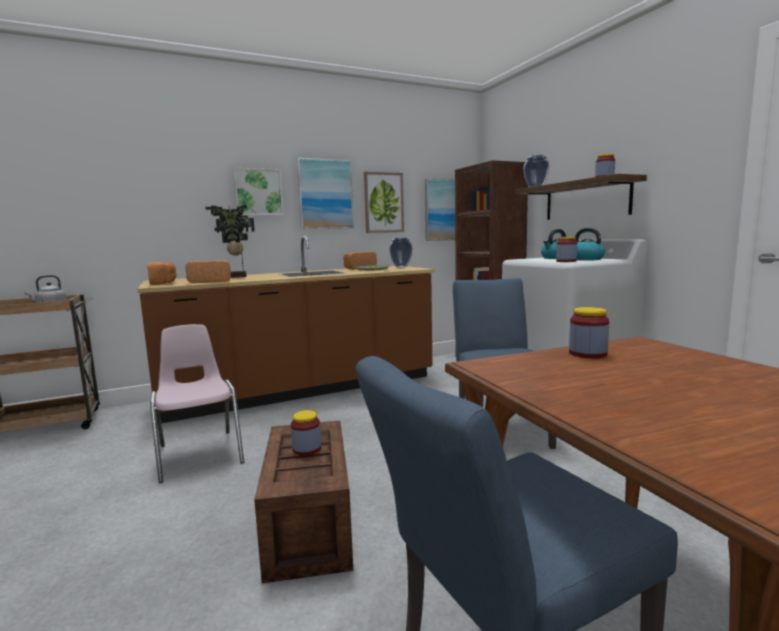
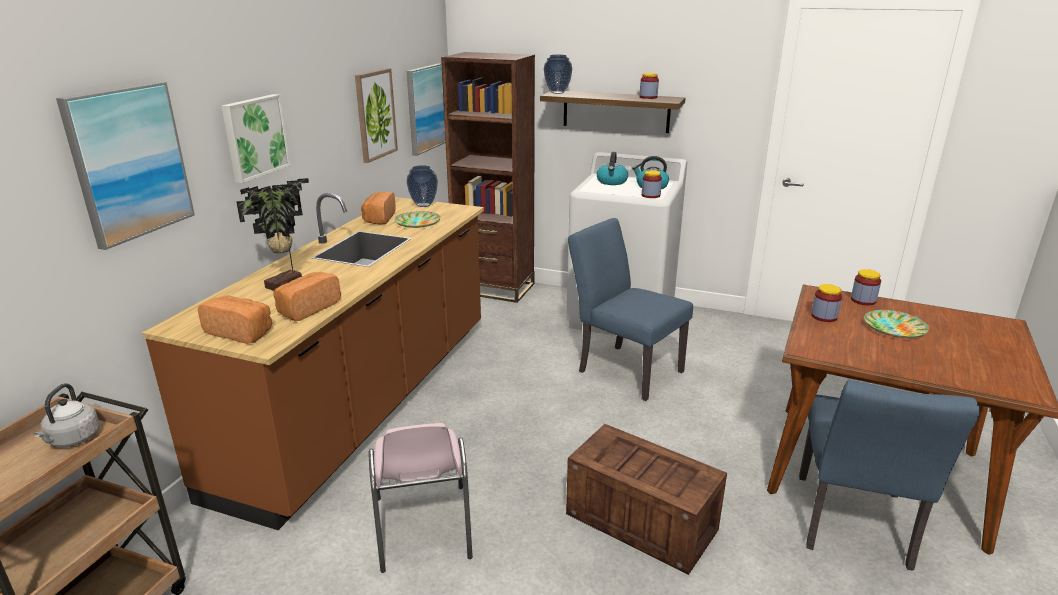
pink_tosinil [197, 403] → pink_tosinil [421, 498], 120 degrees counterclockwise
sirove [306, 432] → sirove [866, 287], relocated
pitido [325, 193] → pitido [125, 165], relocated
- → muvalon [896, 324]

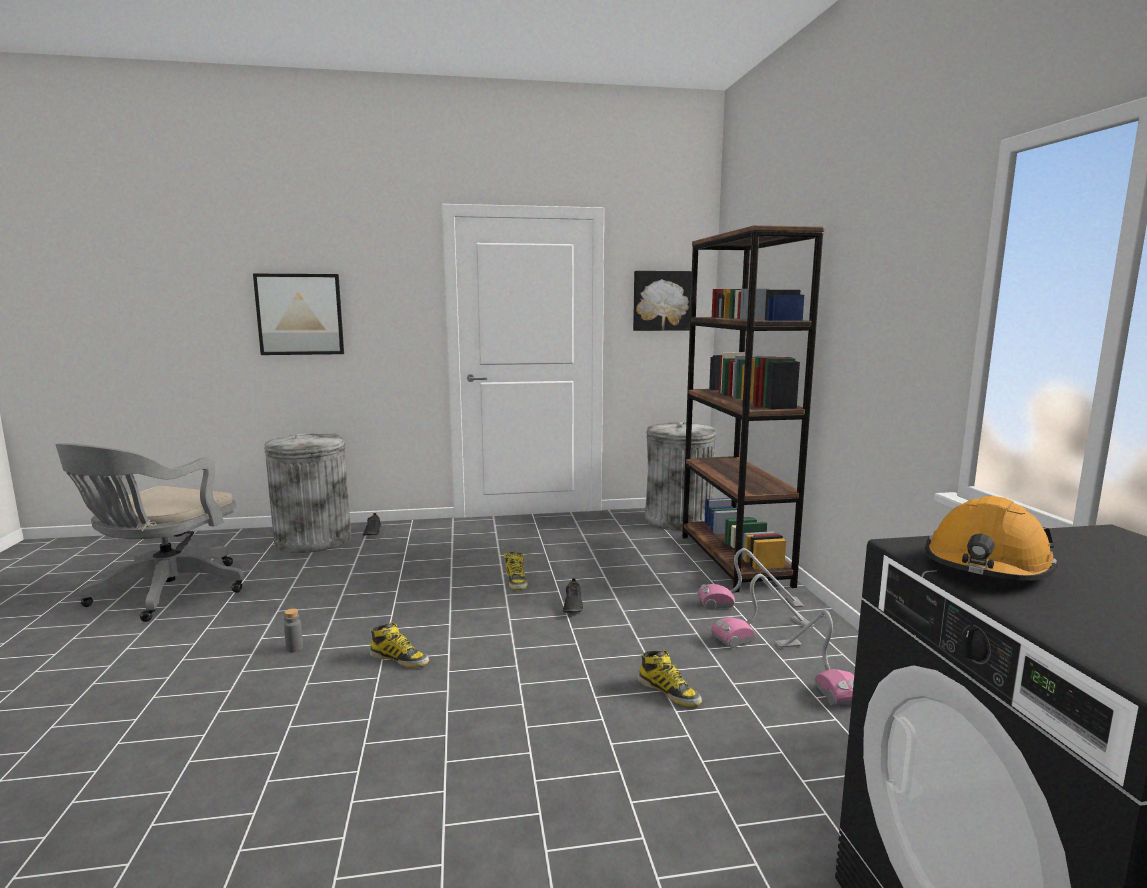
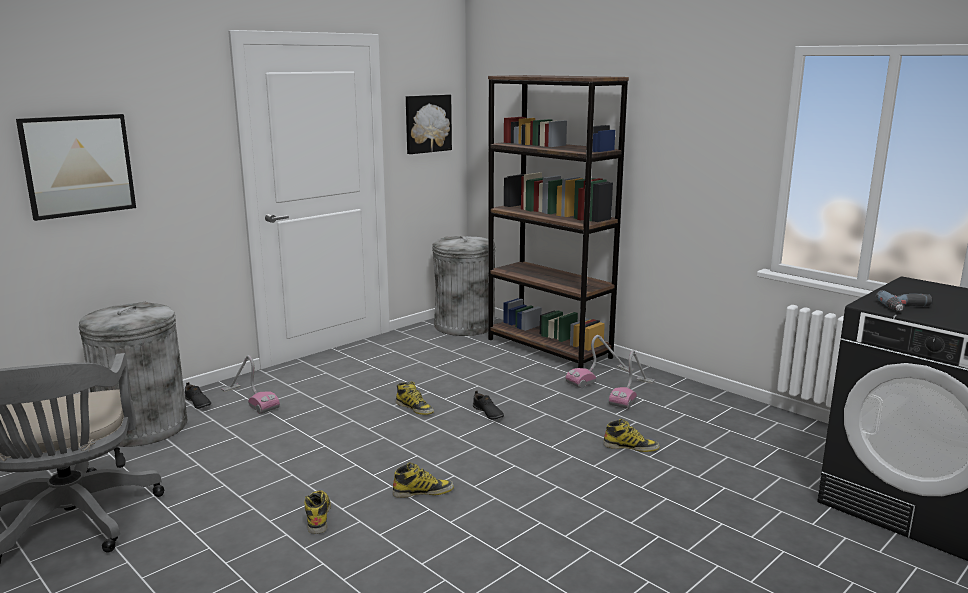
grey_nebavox [293, 630] → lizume [317, 512]
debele [814, 658] → debele [250, 384], relocated
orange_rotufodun [991, 538] → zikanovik [904, 301]

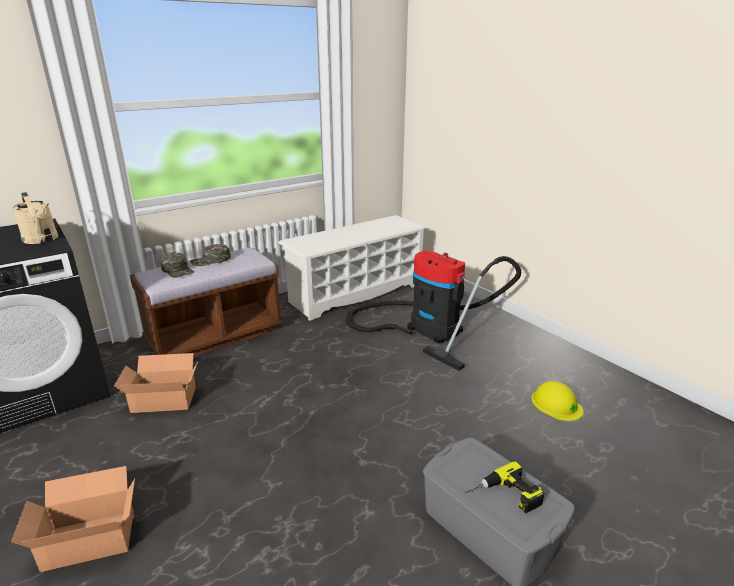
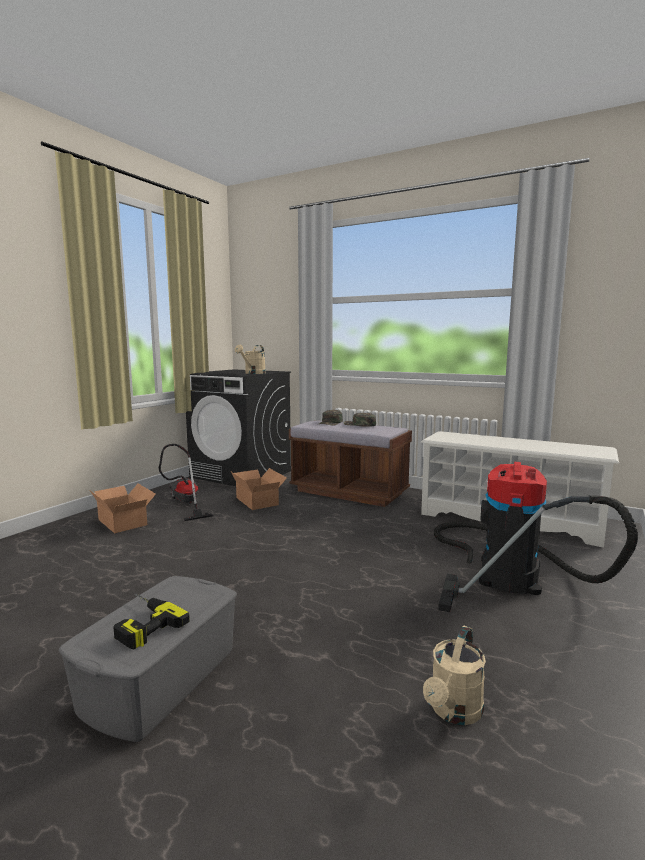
yellow_rotufodun [557, 401] → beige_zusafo [454, 675]
- → debele [186, 482]

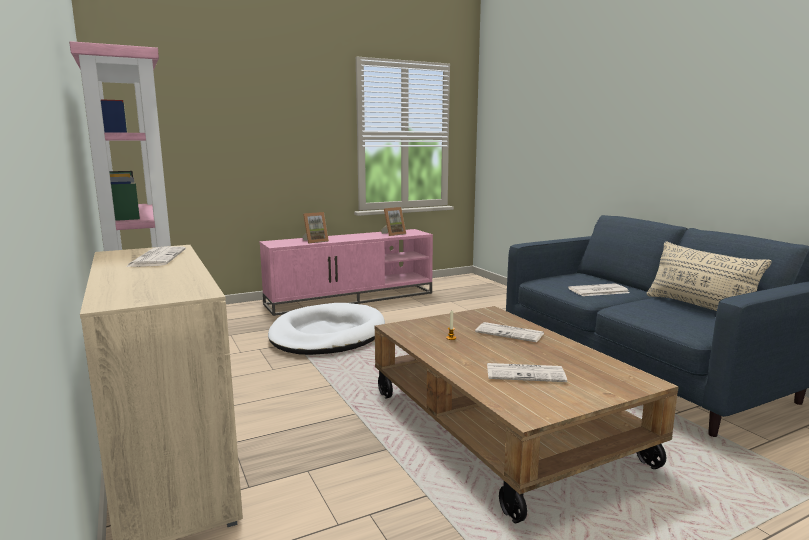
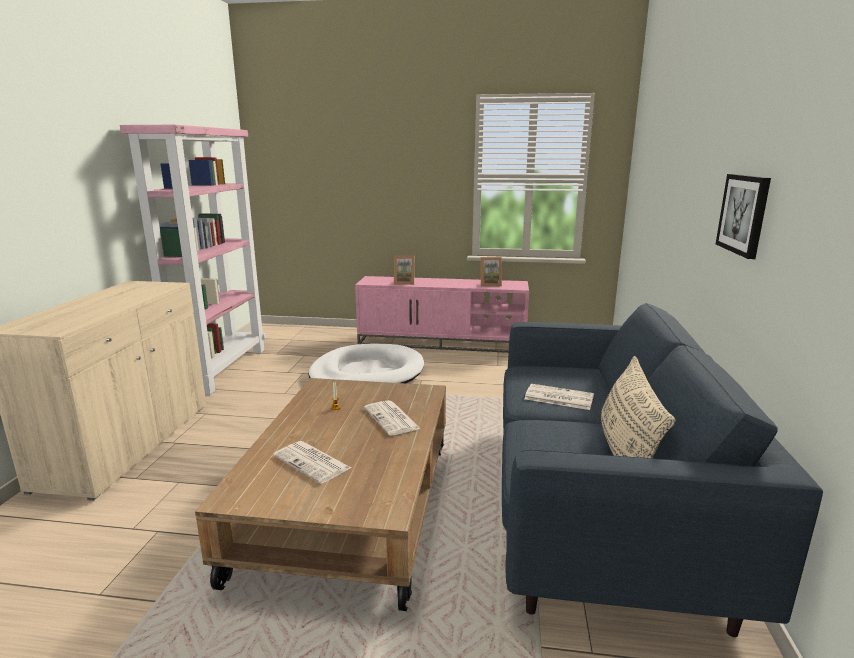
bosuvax [156, 256] → -
- → pitido [743, 216]

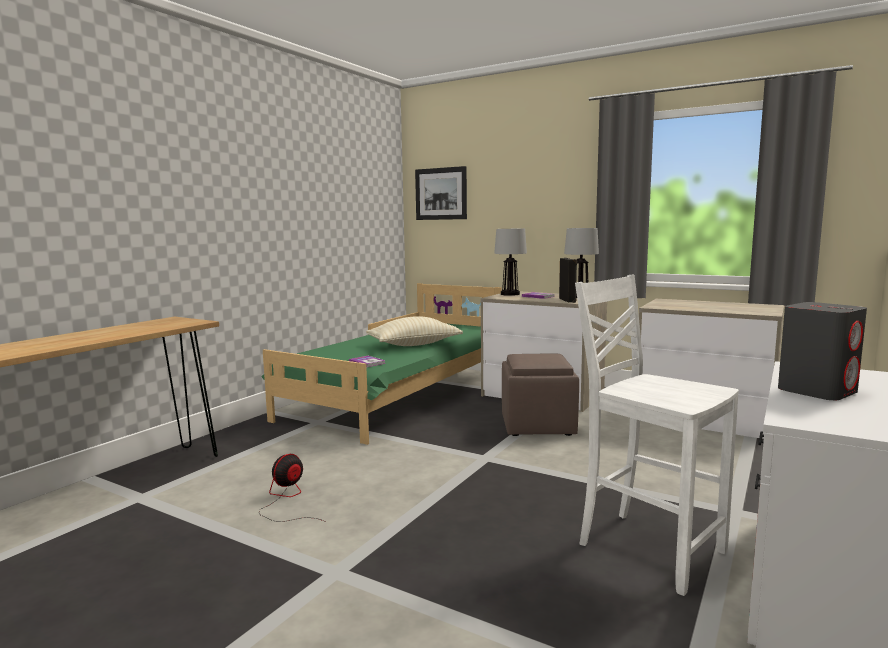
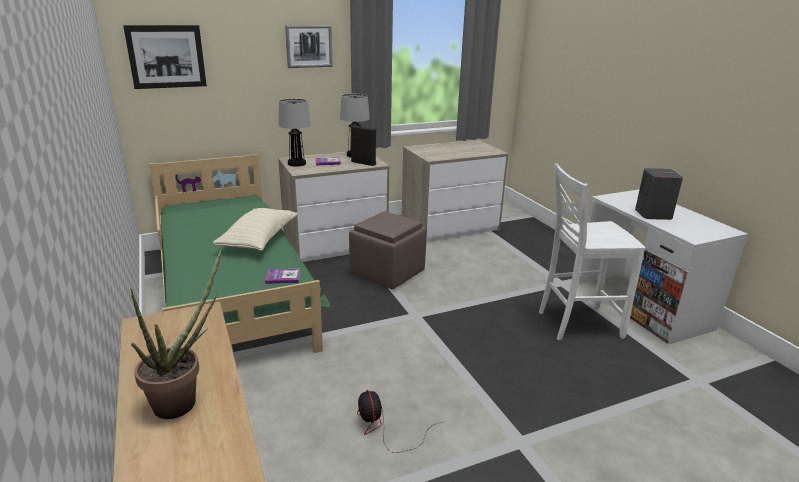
- → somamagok [176, 334]
- → pitido [309, 46]

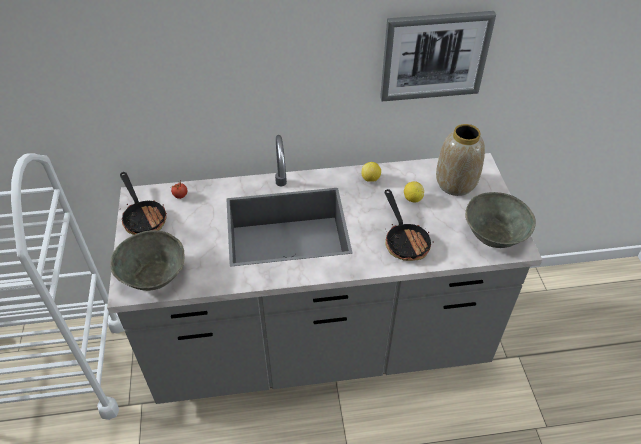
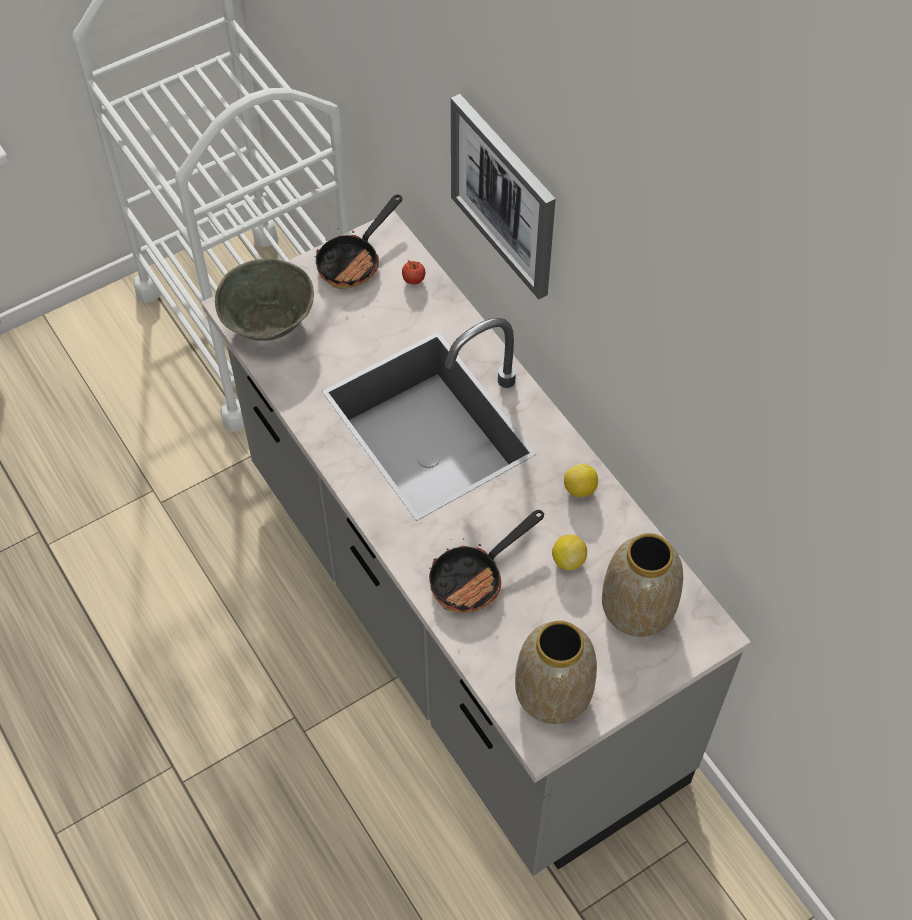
pitido [438, 56] → pitido [503, 196], relocated
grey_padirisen [500, 220] → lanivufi [556, 672]

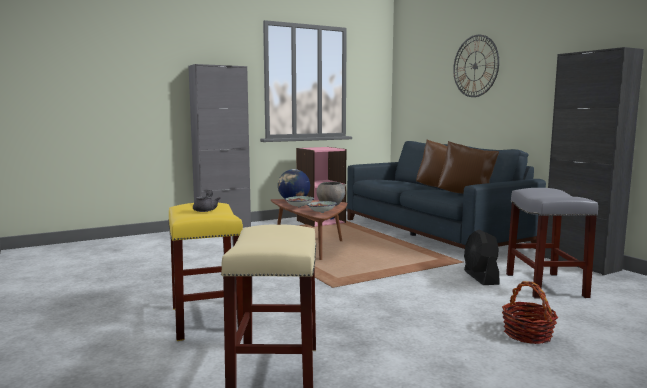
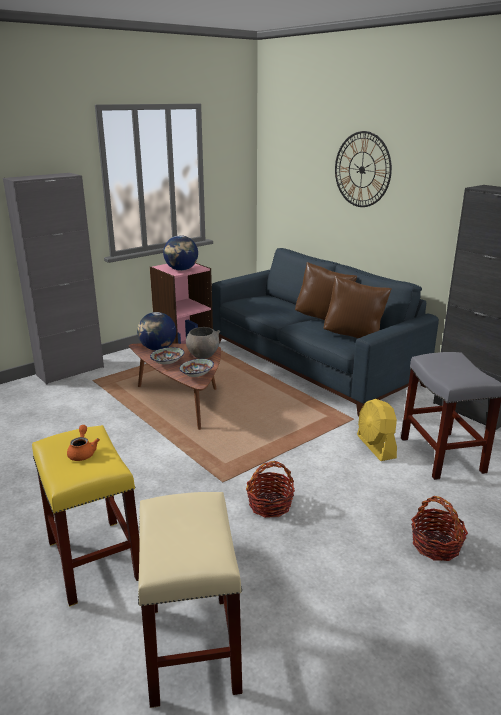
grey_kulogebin [206, 201] → orange_kulogebin [83, 443]
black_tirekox [482, 257] → yellow_tirekox [377, 430]
- → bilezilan [180, 253]
- → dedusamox [270, 489]

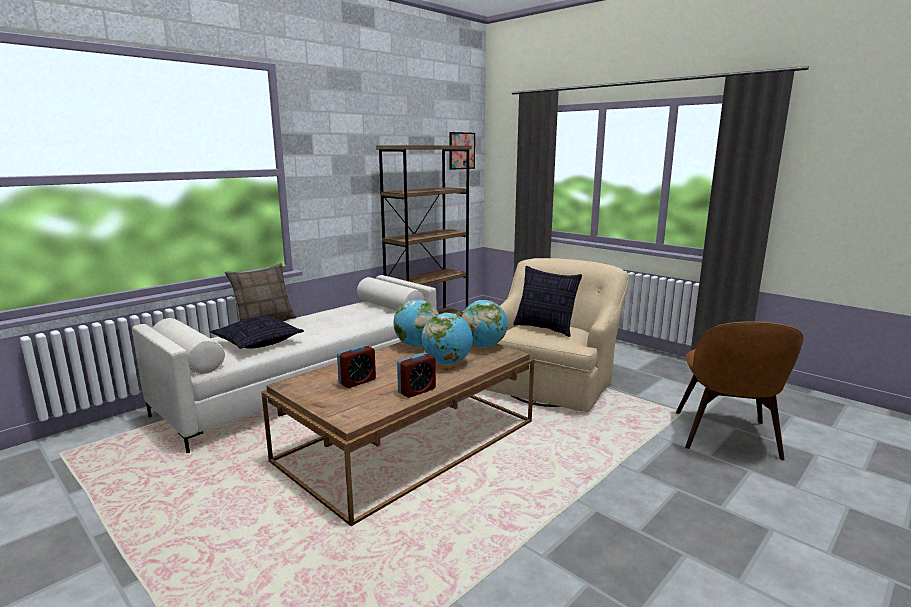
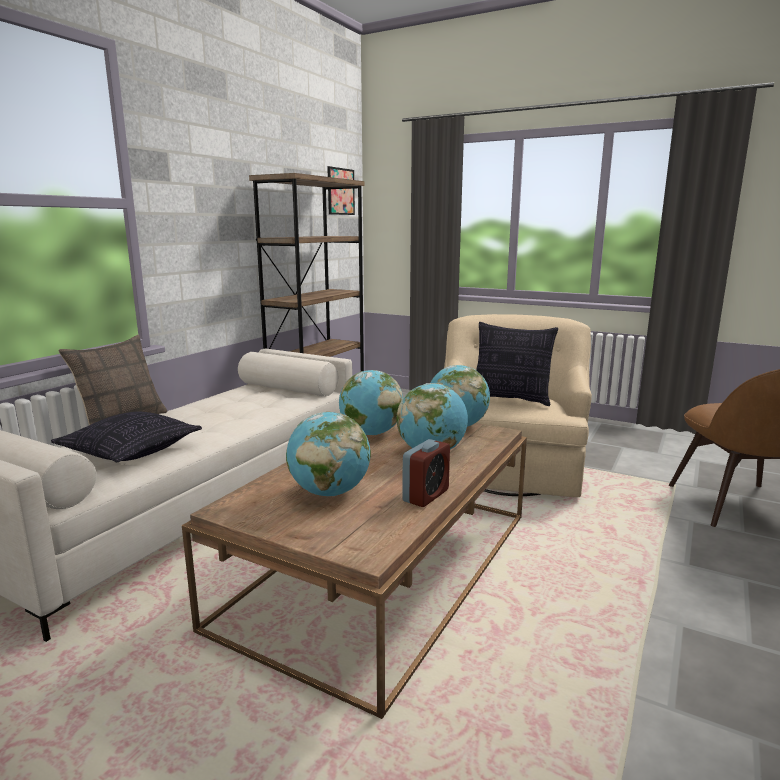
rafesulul [356, 366] → bilezilan [328, 454]

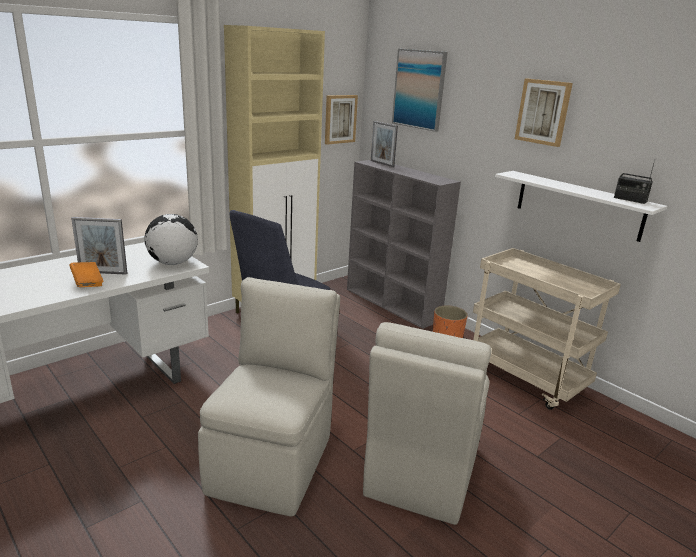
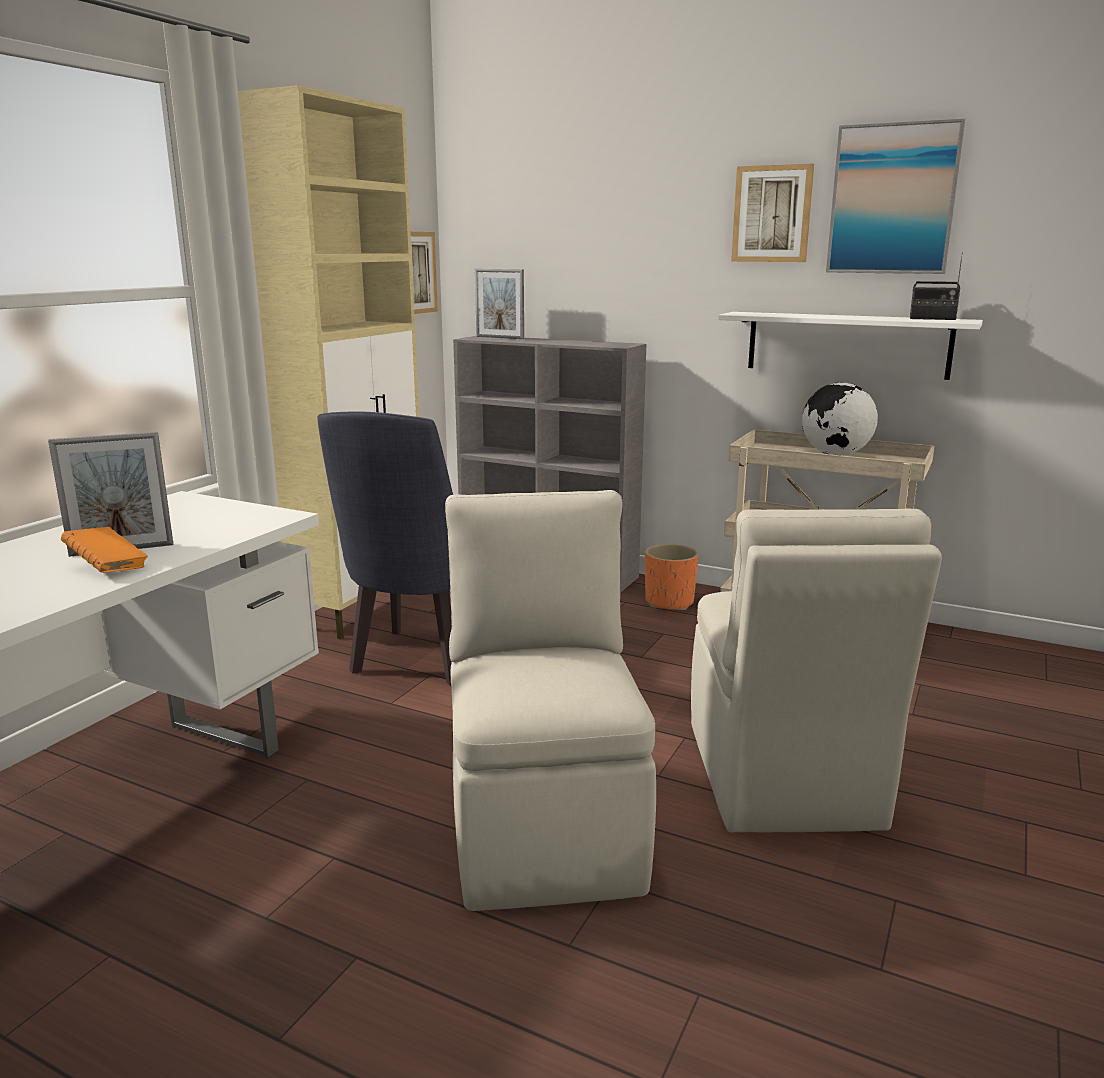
bilezilan [171, 239] → bilezilan [840, 419], relocated
pitido [419, 90] → pitido [895, 196], relocated

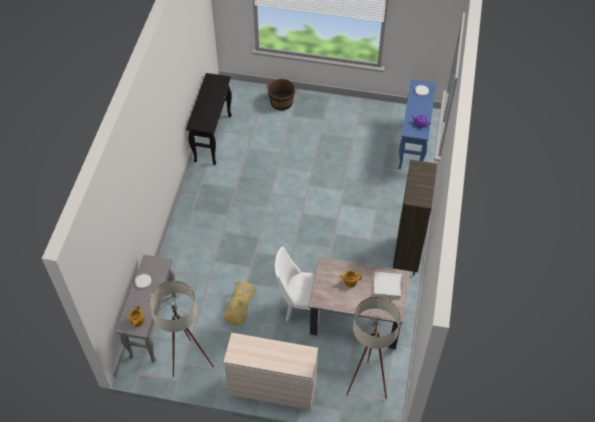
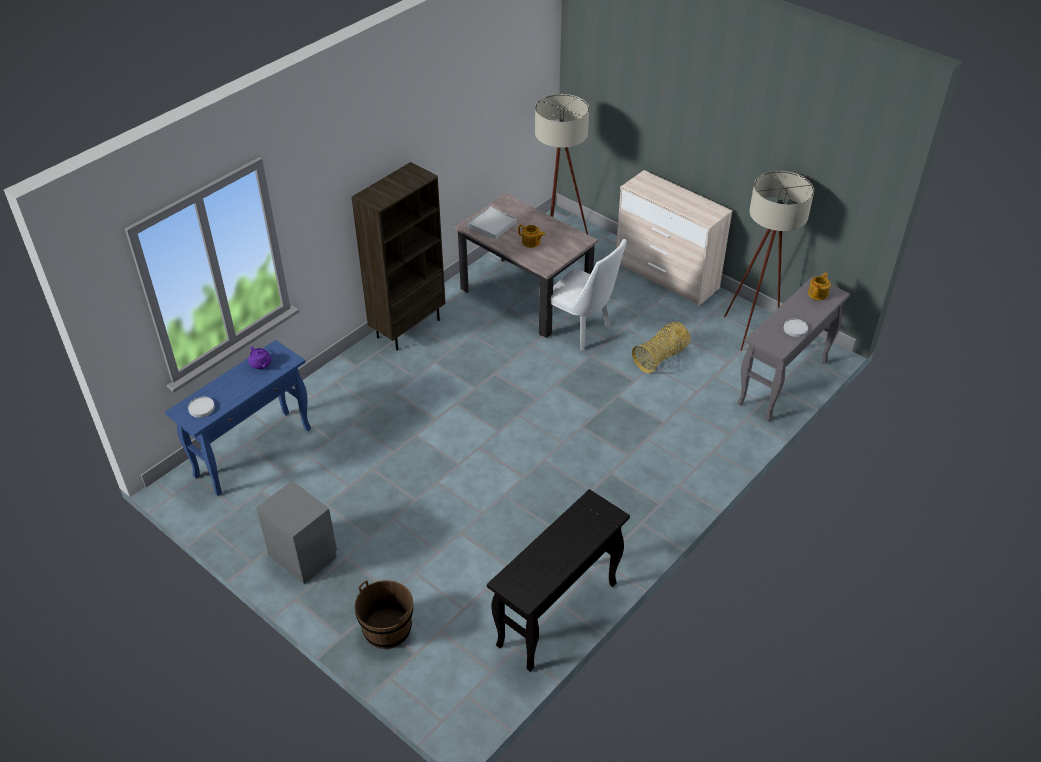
- → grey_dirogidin [296, 532]

